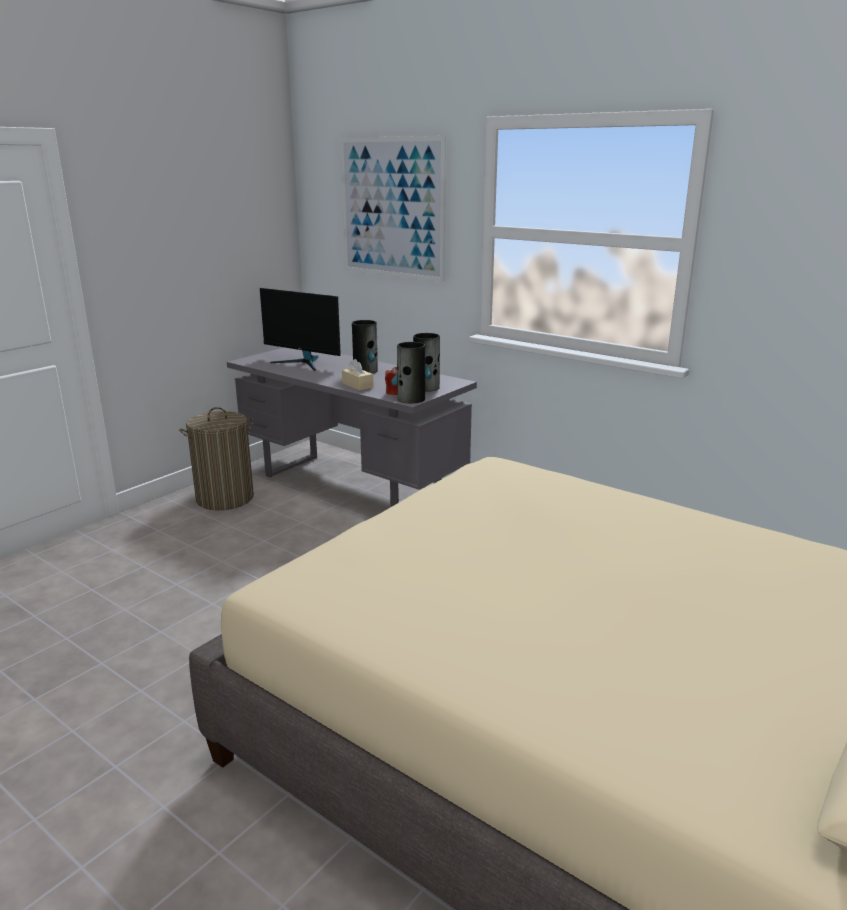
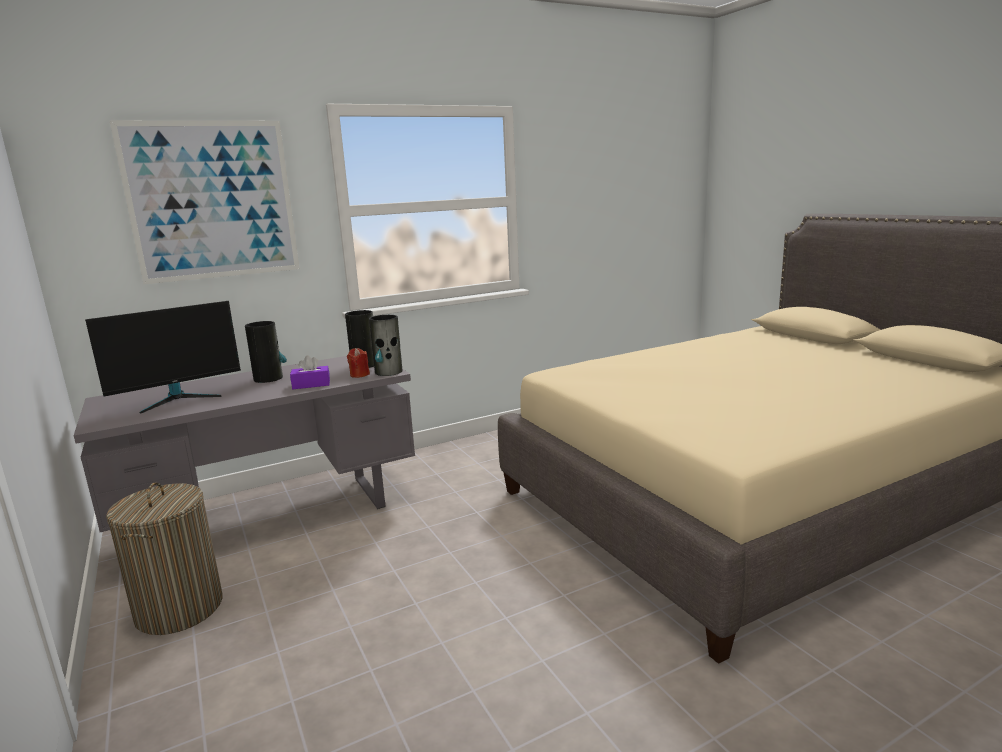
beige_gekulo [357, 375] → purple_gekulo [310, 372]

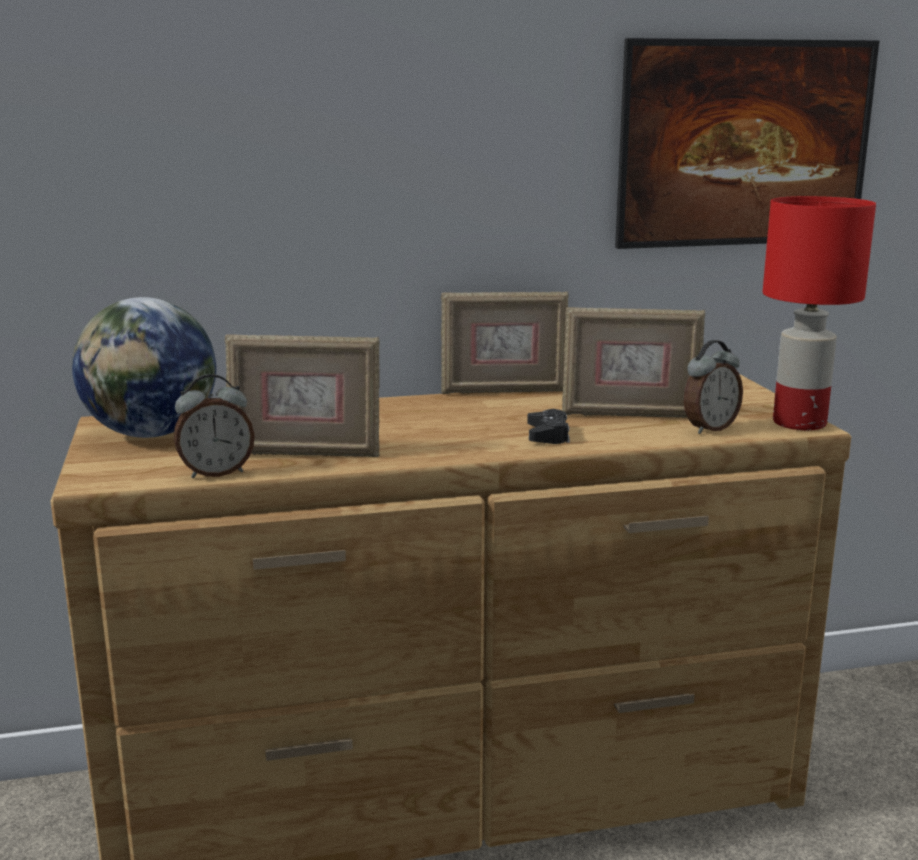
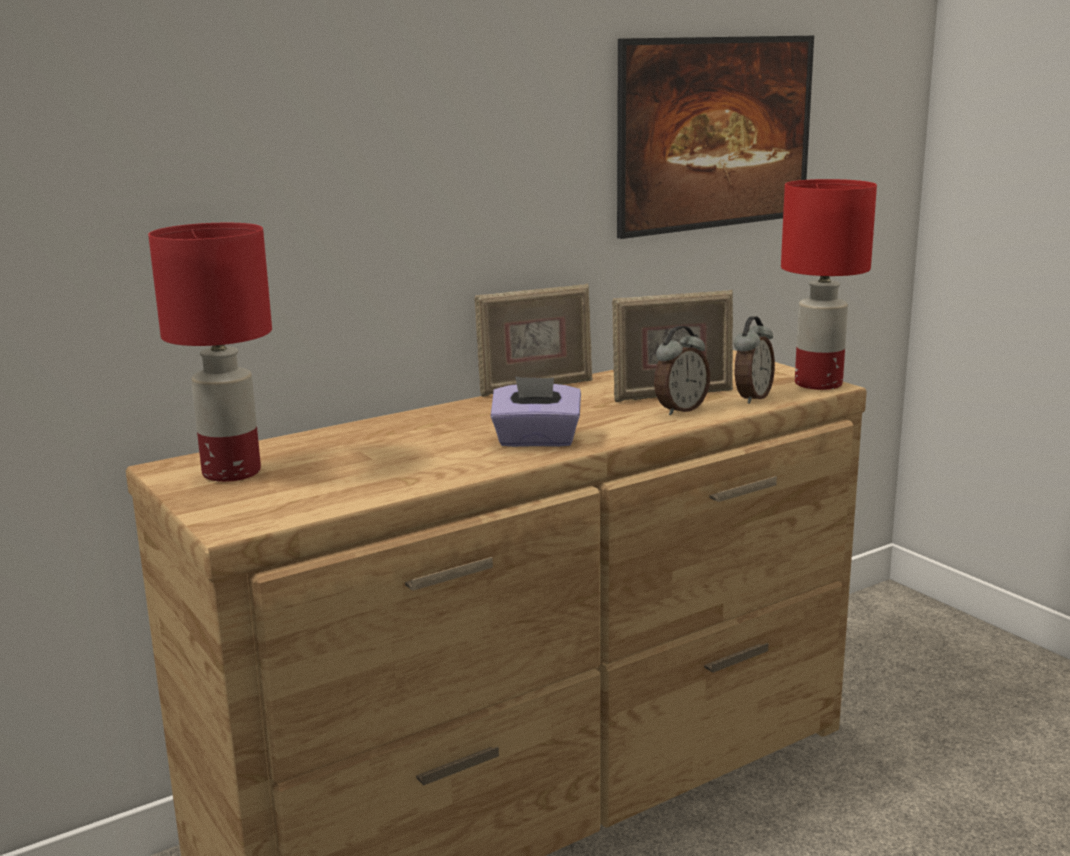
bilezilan [144, 367] → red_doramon [210, 352]
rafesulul [214, 426] → rafesulul [682, 370], relocated
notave [302, 395] → -
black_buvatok [548, 426] → -
- → purple_gekulo [535, 412]

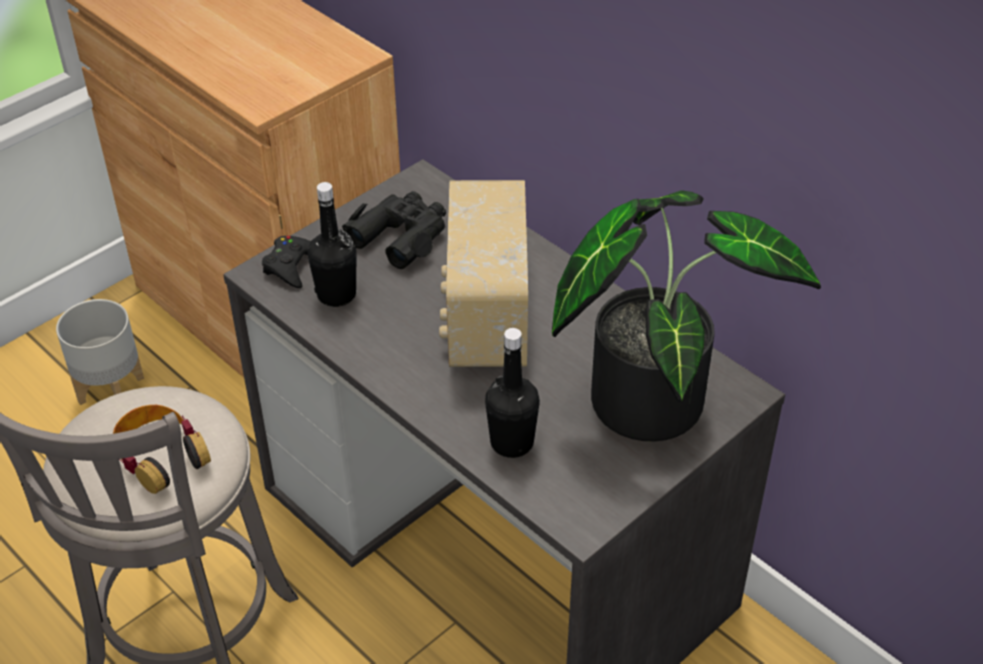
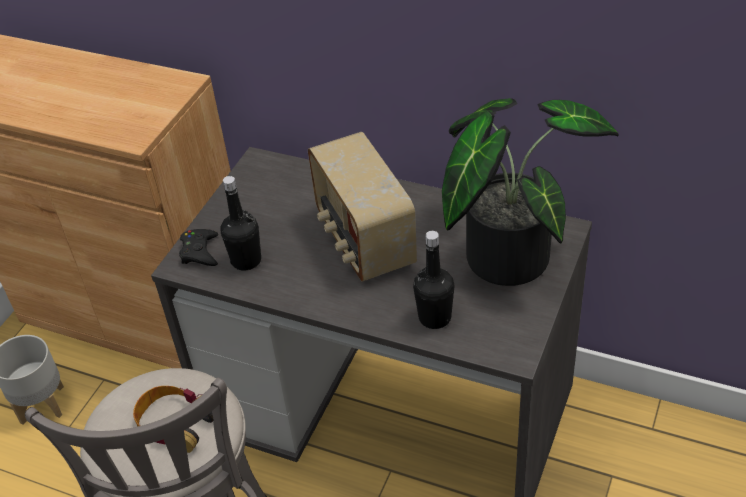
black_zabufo [394, 230] → -

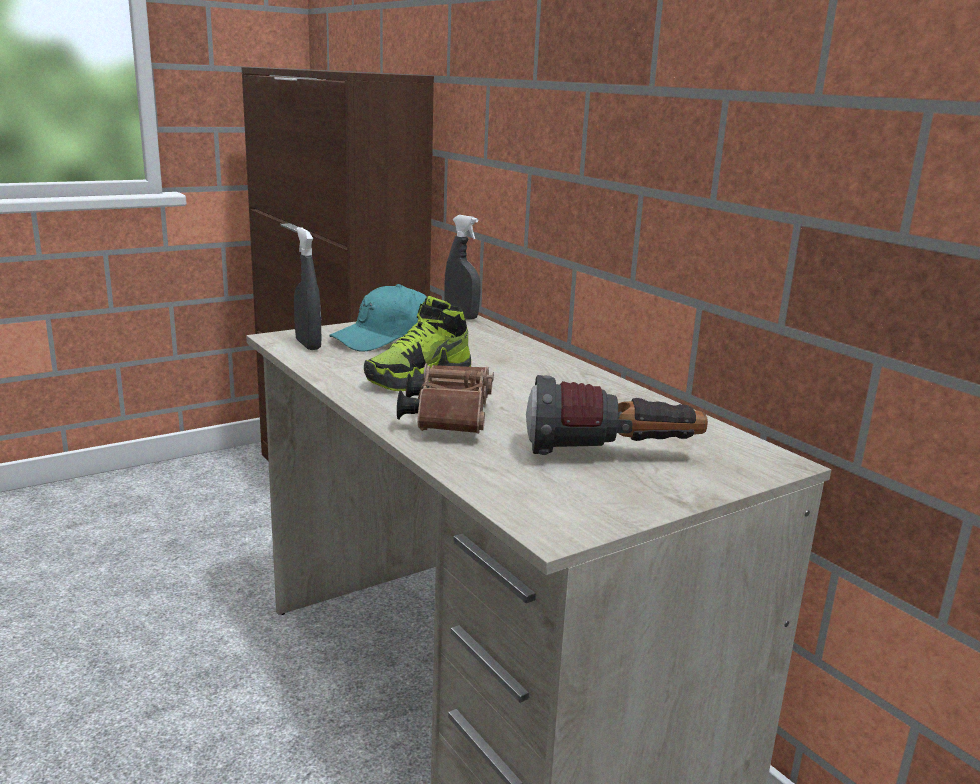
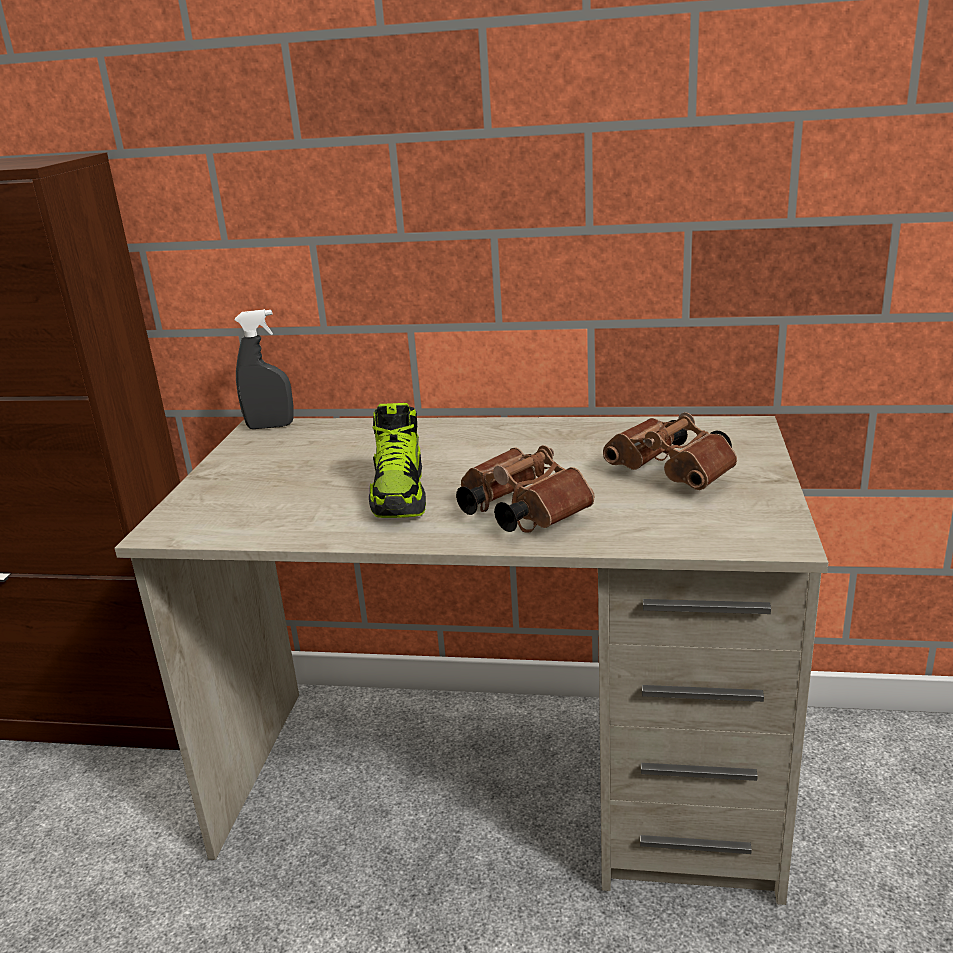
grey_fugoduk [307, 288] → -
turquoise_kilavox [378, 317] → -
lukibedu [617, 415] → brown_zabufo [670, 451]

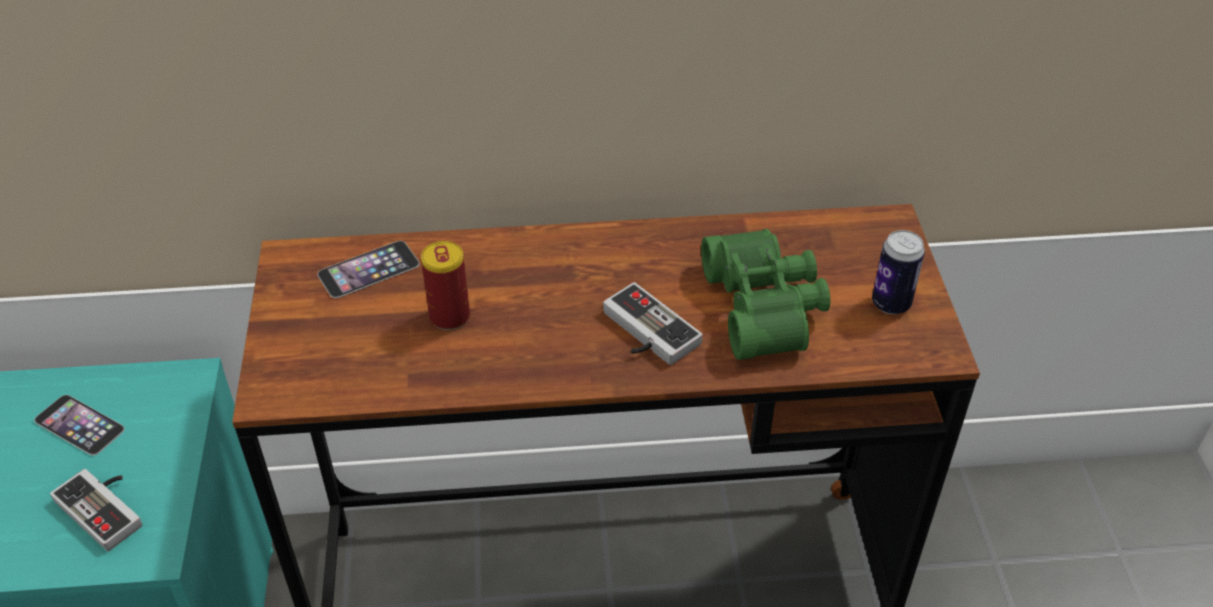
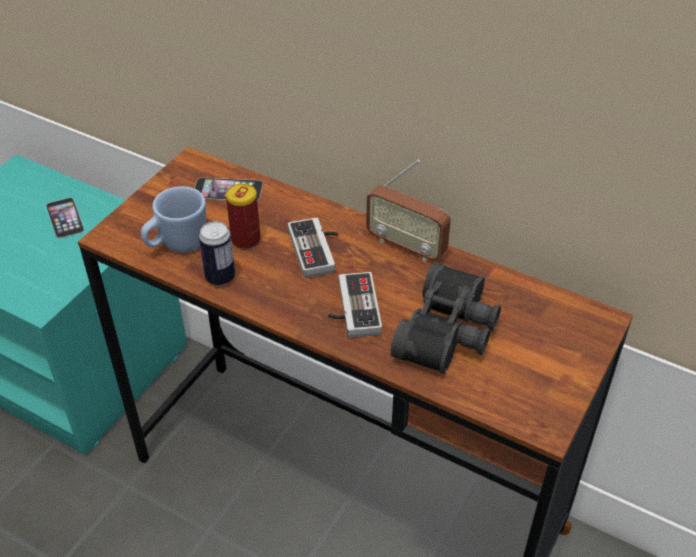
buvatok [96, 510] → buvatok [313, 247], relocated
green_zabufo [765, 294] → black_zabufo [446, 318]
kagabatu [898, 272] → kagabatu [217, 253], relocated
- → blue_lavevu [173, 219]
- → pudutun [408, 211]

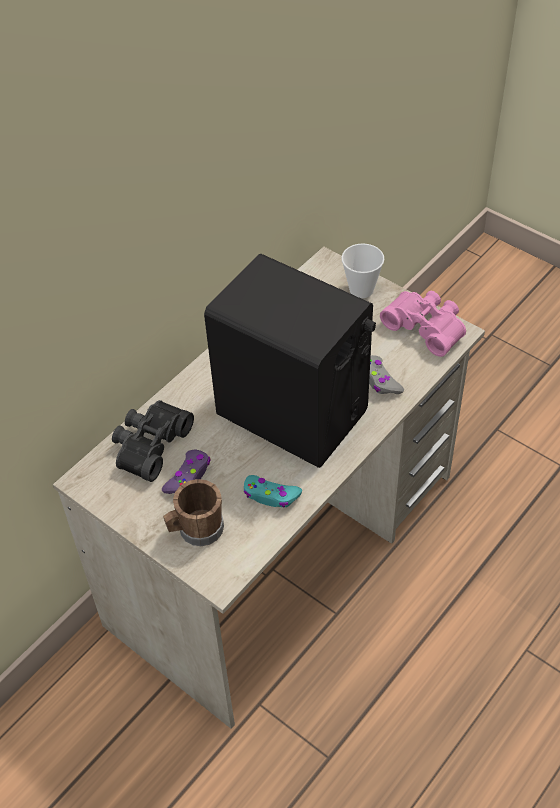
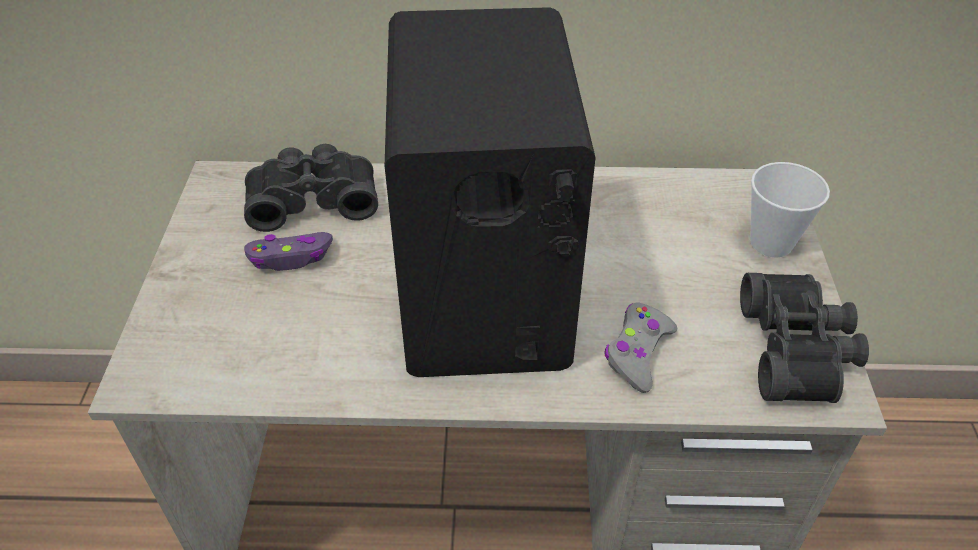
brown_lavevu [193, 512] → -
turquoise_buvatok [273, 491] → -
pink_zabufo [423, 324] → black_zabufo [804, 338]

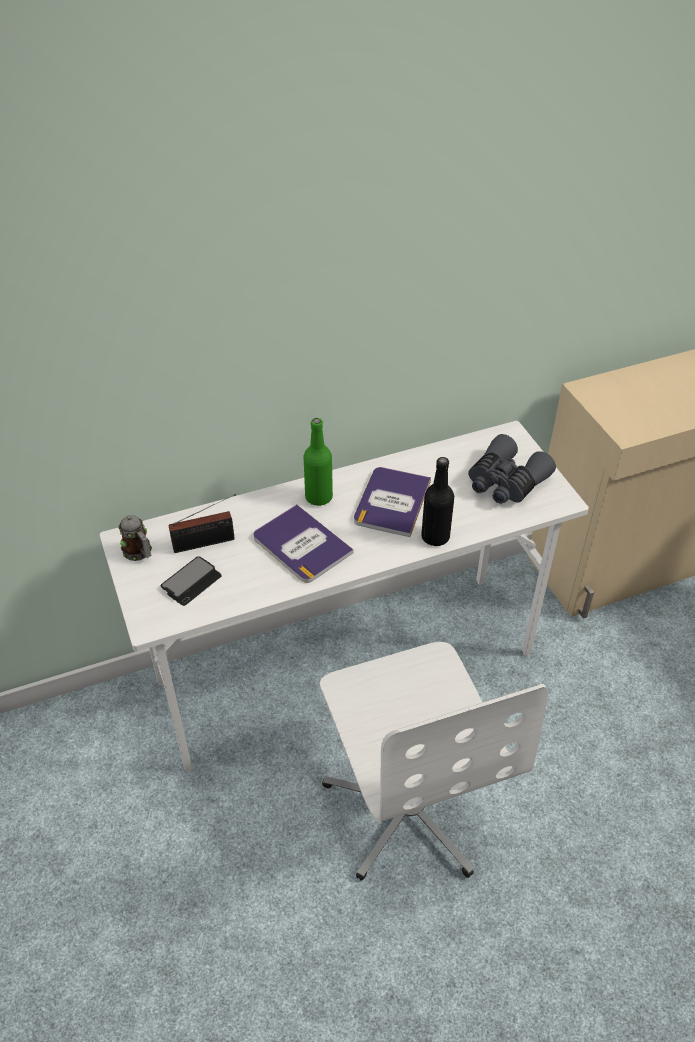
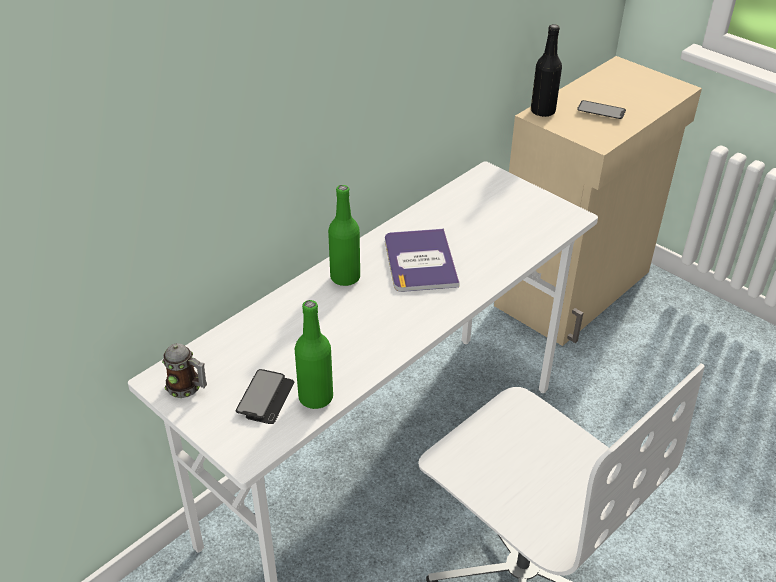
pudutun [202, 523] → -
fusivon [304, 543] → -
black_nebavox [437, 501] → black_nebavox [546, 70], relocated
grey_zabufo [512, 469] → -
- → green_nebavox [314, 354]
- → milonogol [601, 109]

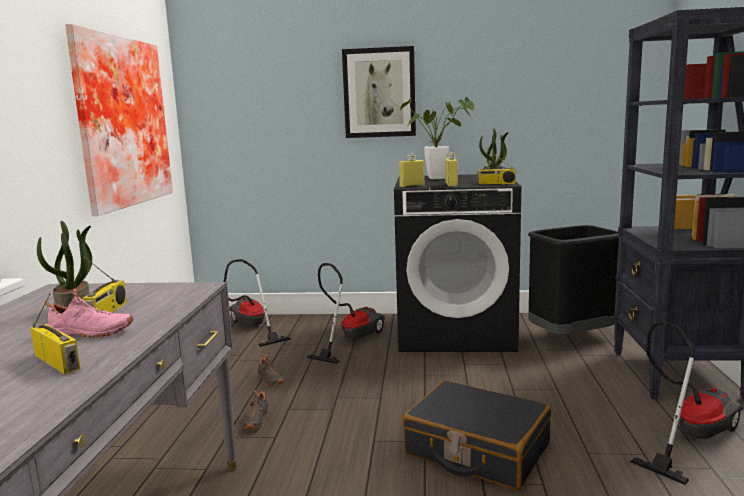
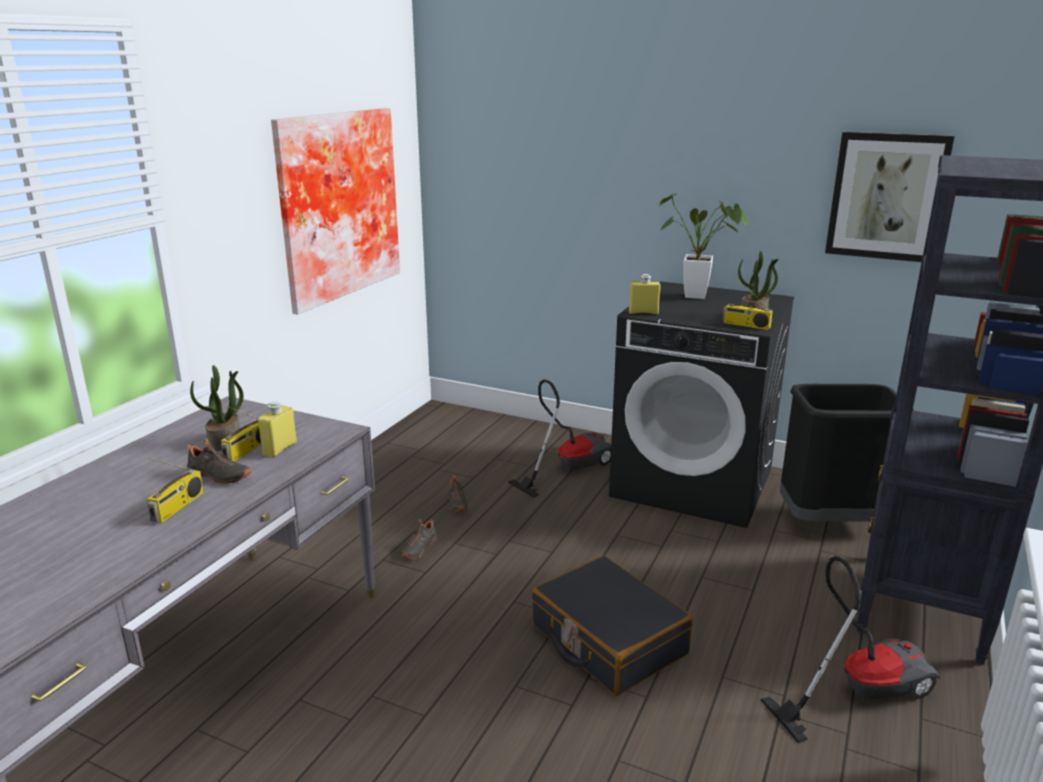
pudutun [55, 333] → pudutun [175, 490], 45 degrees clockwise
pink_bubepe [89, 313] → black_bubepe [219, 461]
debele [257, 303] → -
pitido [379, 92] → pitido [890, 197], relocated
yellow_nebavox [451, 169] → yellow_nebavox [277, 429], relocated

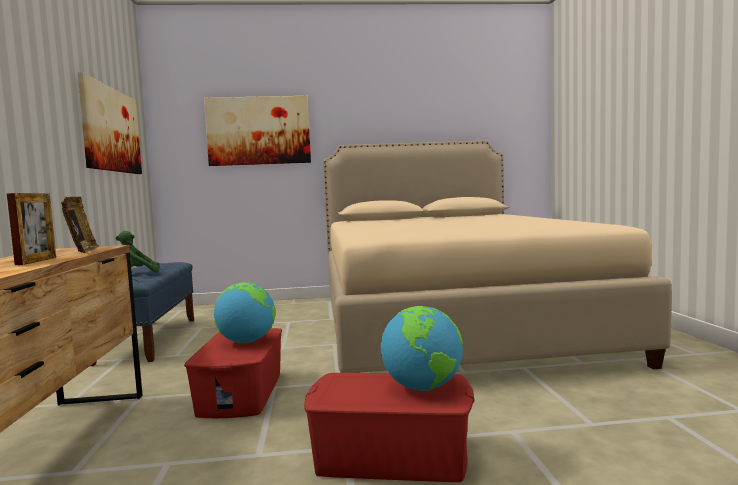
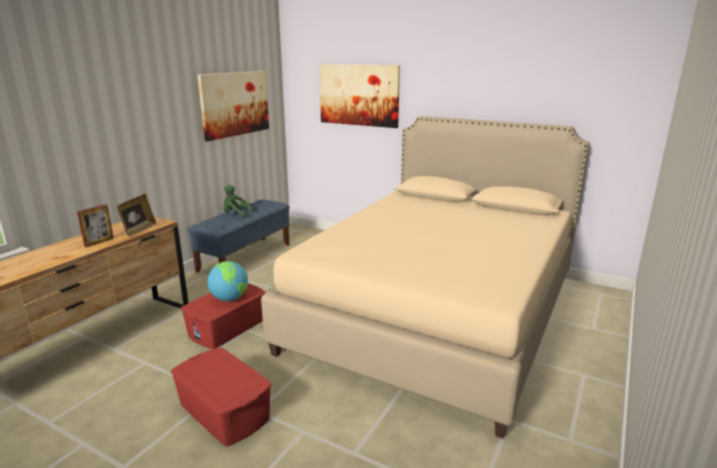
bilezilan [422, 348] → -

